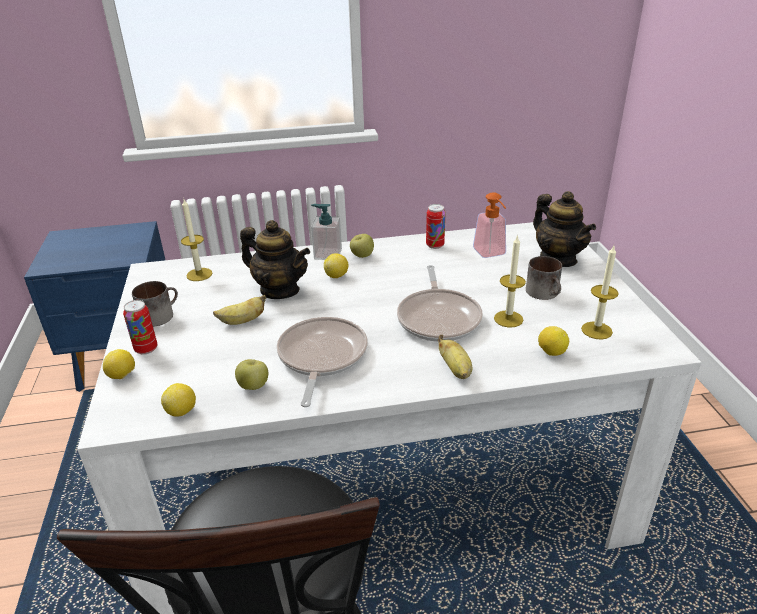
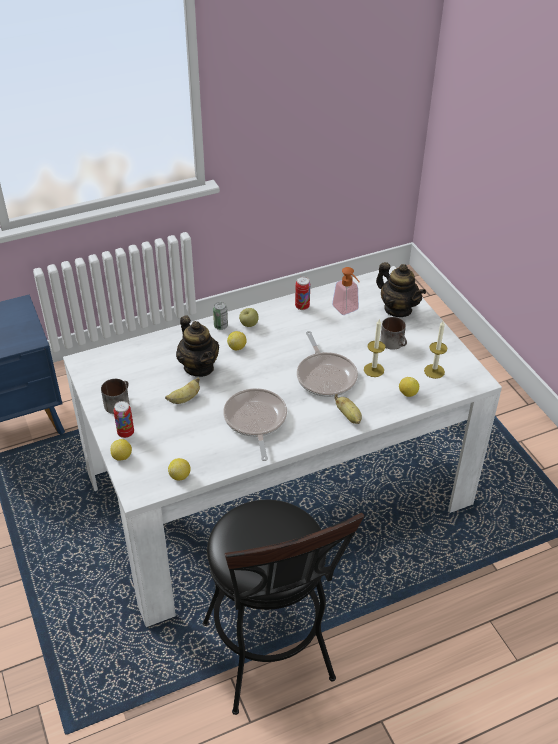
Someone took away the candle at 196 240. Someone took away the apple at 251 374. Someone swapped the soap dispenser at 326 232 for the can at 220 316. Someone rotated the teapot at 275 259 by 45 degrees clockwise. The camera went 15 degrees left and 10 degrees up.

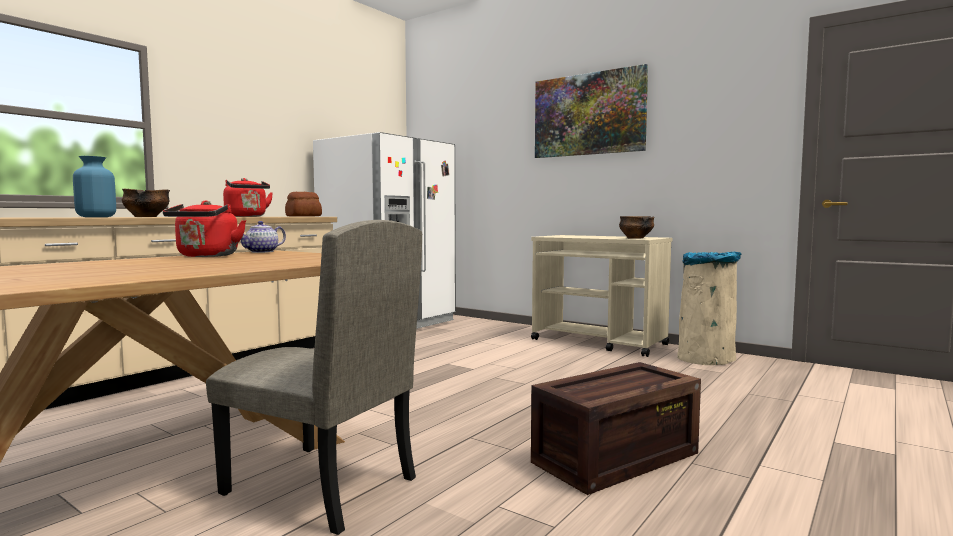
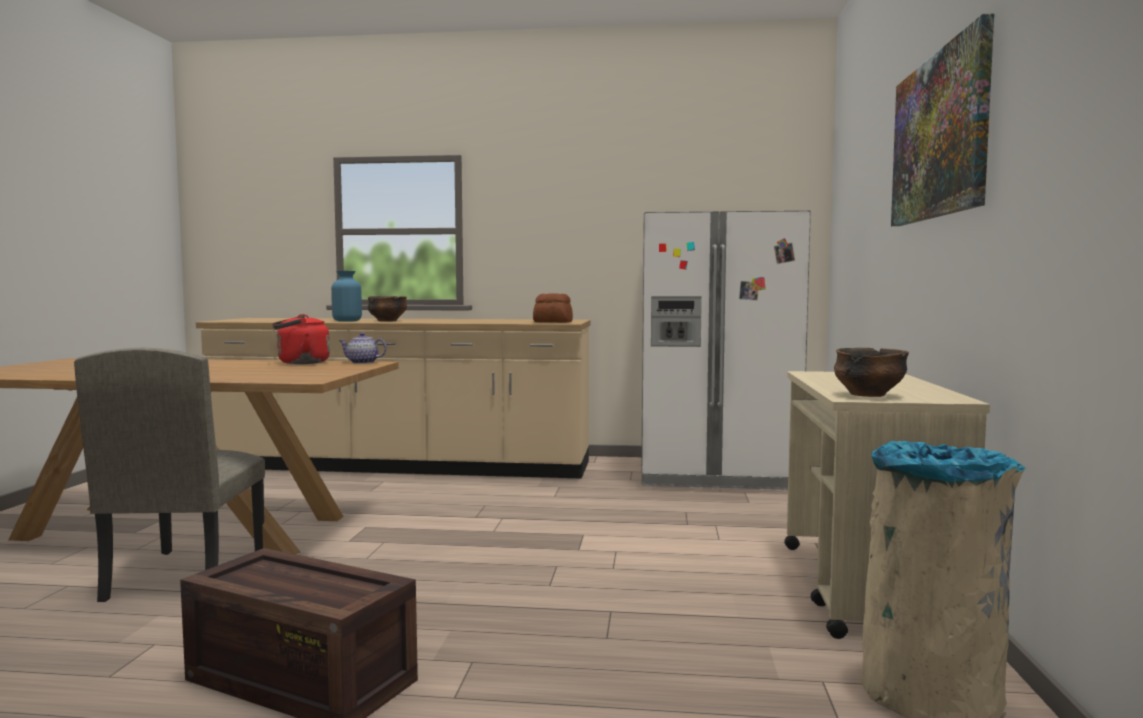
Someone took away the kettle (red) at 248 197. The camera went 60 degrees right and 0 degrees up.

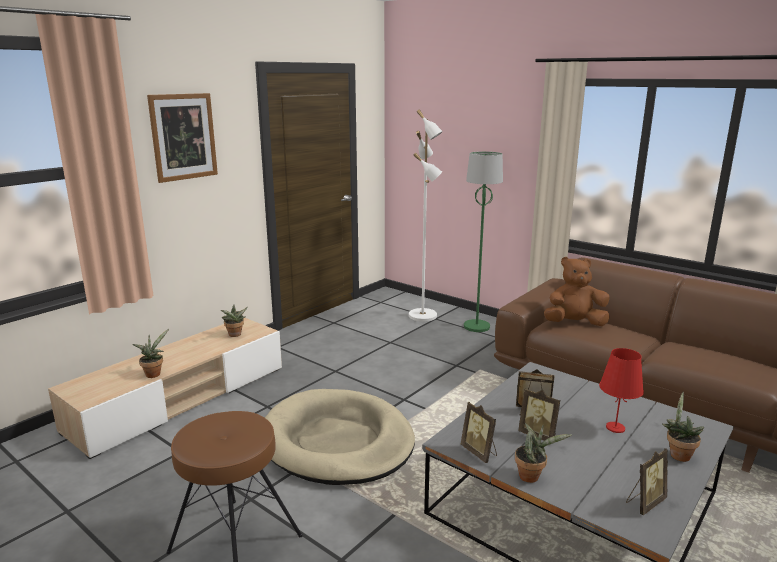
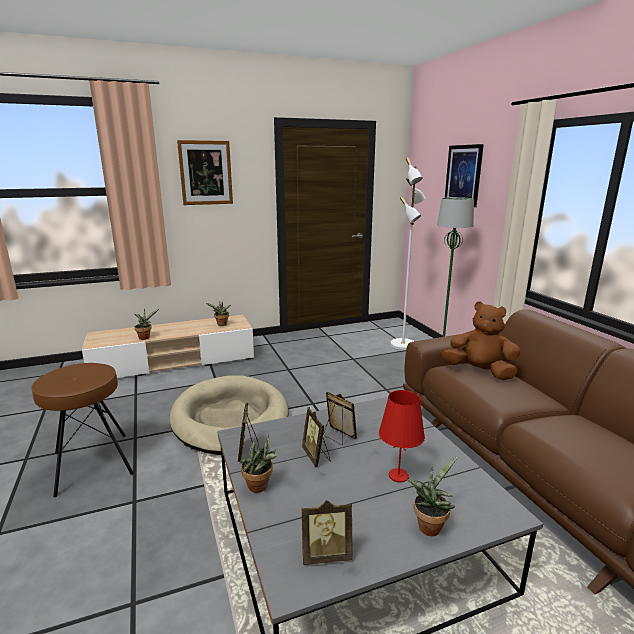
Someone put up the picture at 464 175. The camera went 30 degrees right and 0 degrees up.

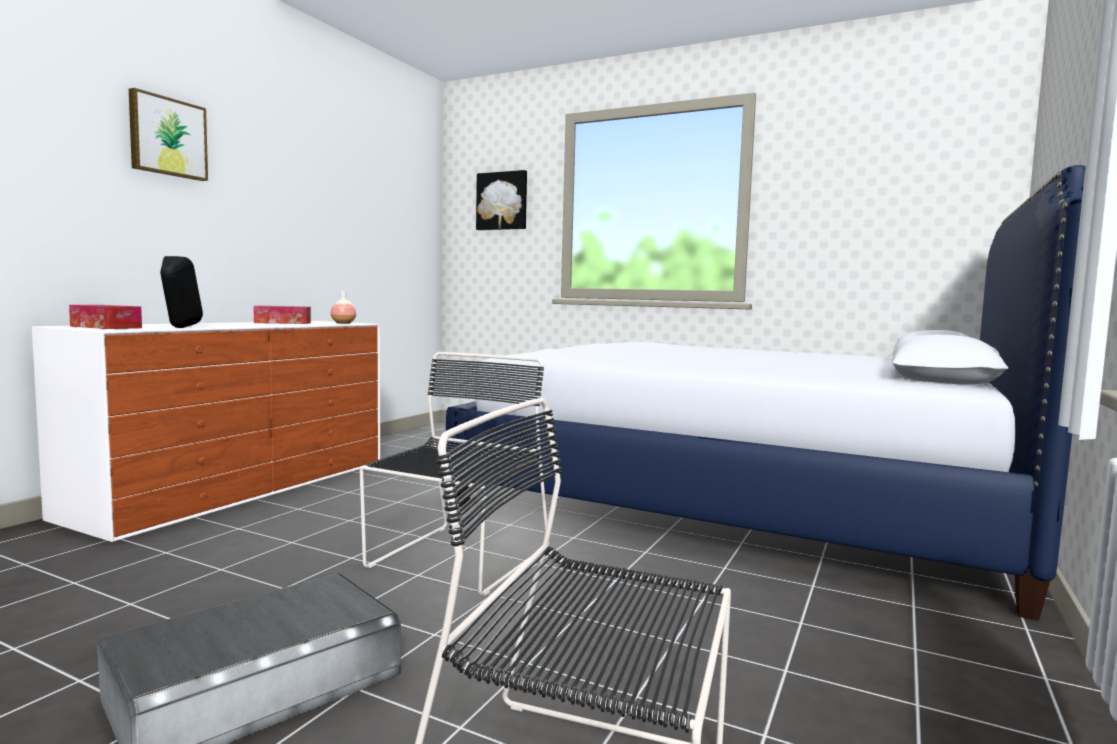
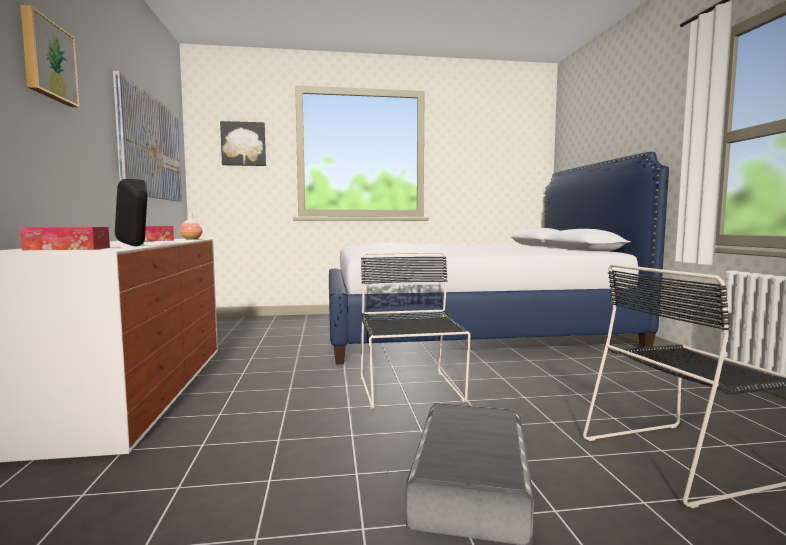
Someone put up the picture at 147 136. The camera went 35 degrees left and 0 degrees up.

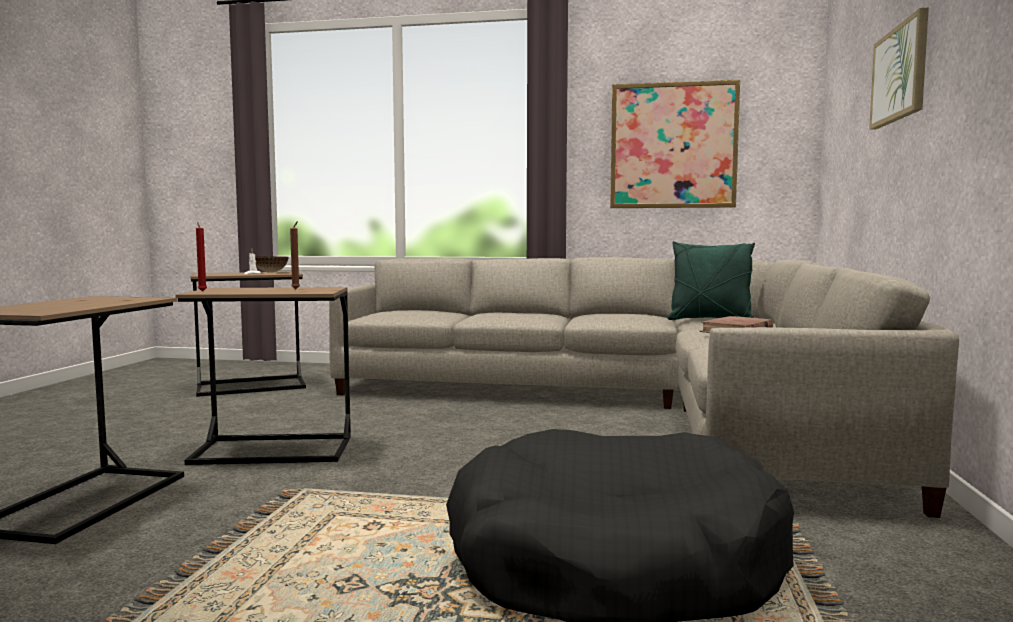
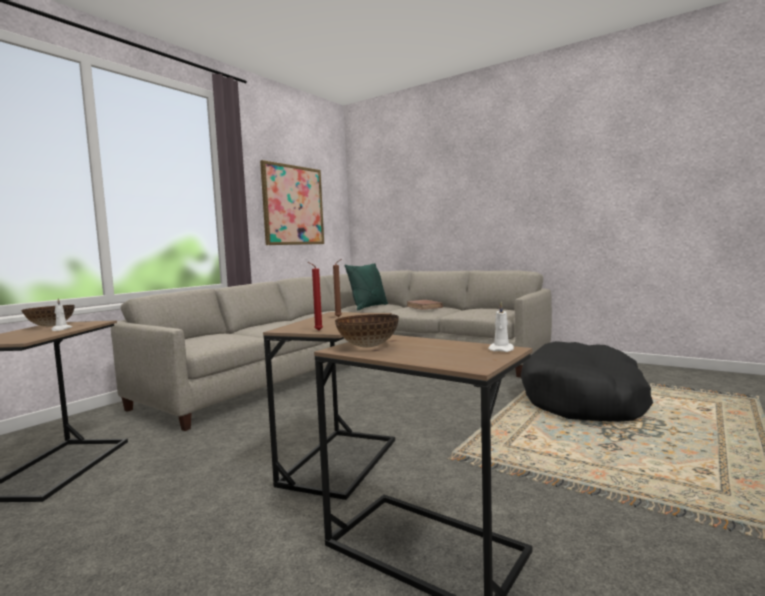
Someone took away the picture at 899 68. Someone put down the bowl at 367 331. Someone put down the candle (white) at 501 327. The camera went 65 degrees left and 0 degrees up.

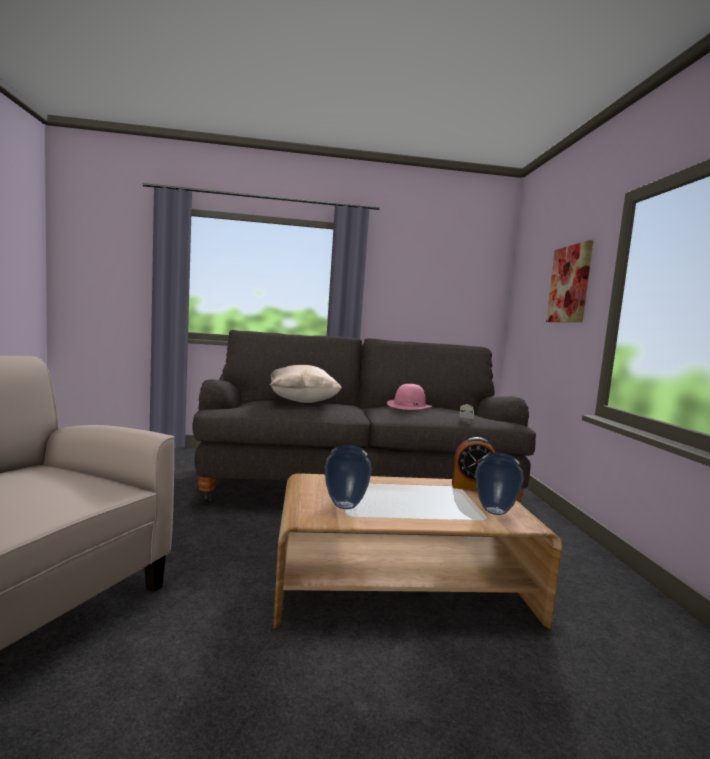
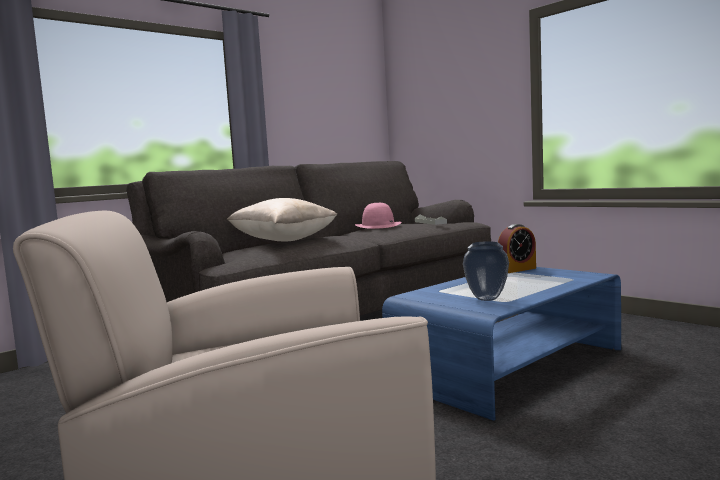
Someone took away the vase at 499 483. Someone took away the picture at 569 281. Someone repainted the coffee table (brown) at 417 551, which became the coffee table (blue) at 501 344. The camera went 35 degrees left and 0 degrees up.

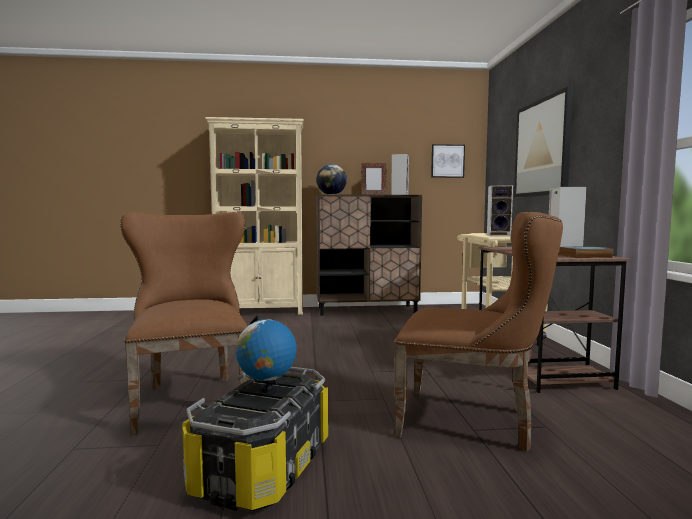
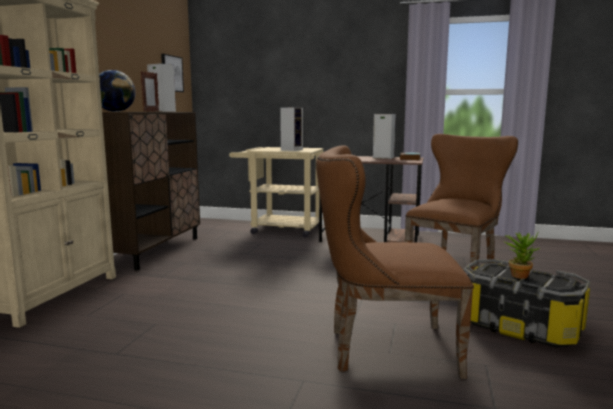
Someone took away the picture at 543 141. Someone swapped the globe at 266 356 for the potted plant at 522 255. The camera went 70 degrees left and 5 degrees up.

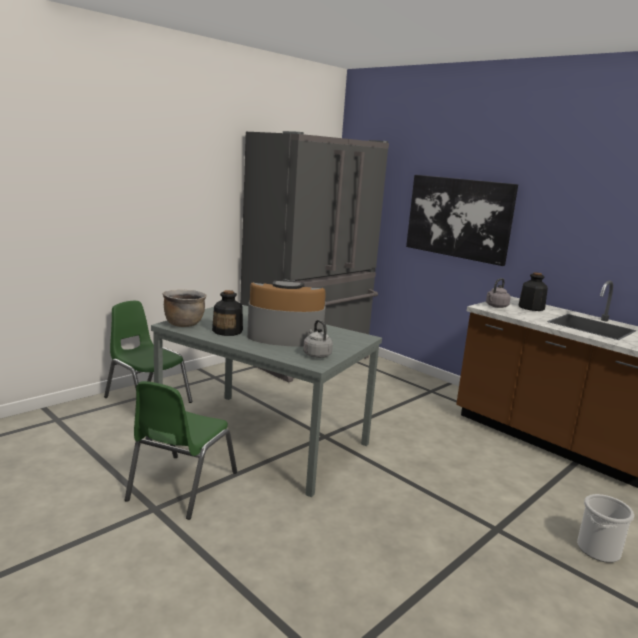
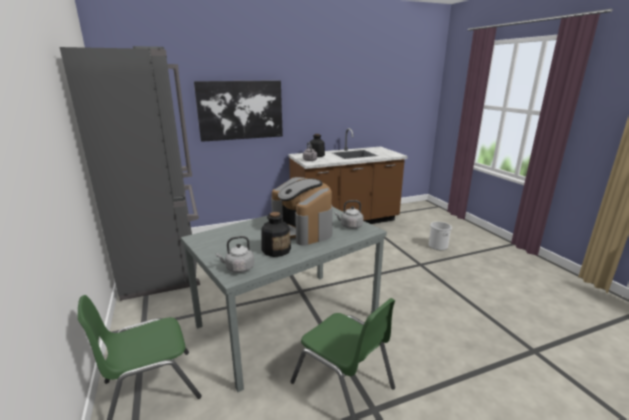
Someone swapped the cooking pot (brown) at 184 308 for the kettle (grey) at 235 254. Someone rotated the coffee machine at 286 314 by 60 degrees counterclockwise. The camera went 65 degrees left and 5 degrees up.

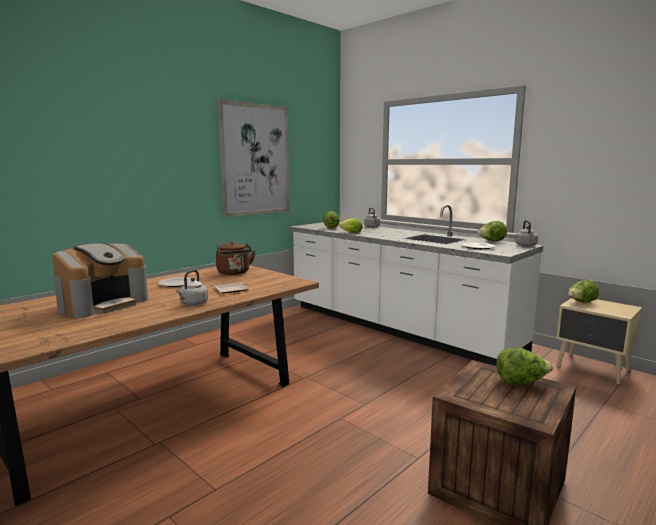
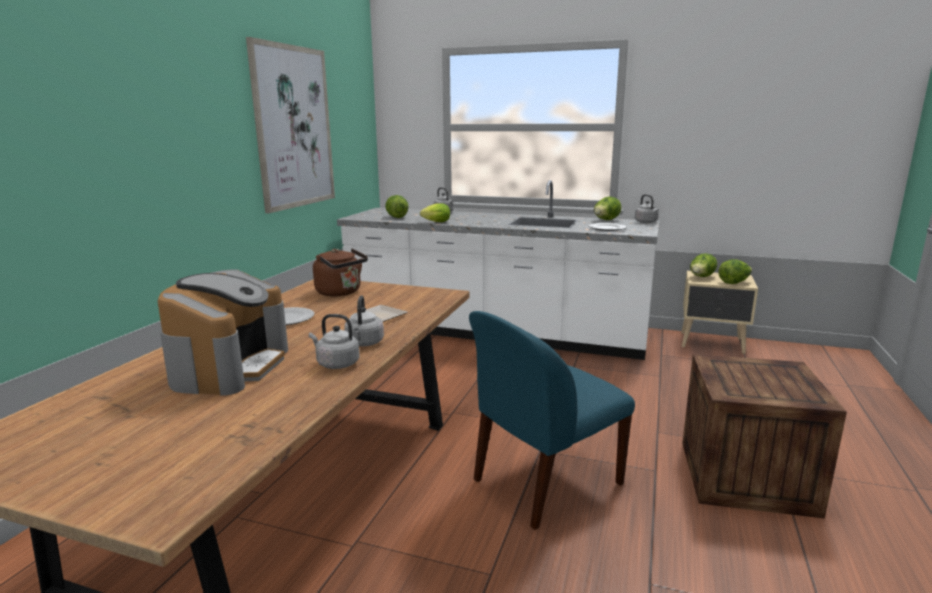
Someone put down the kettle (grey) at 334 341. Someone put down the chair (blue) at 552 420. Someone carried the lettuce from 524 366 to 735 271. The camera went 25 degrees left and 5 degrees up.

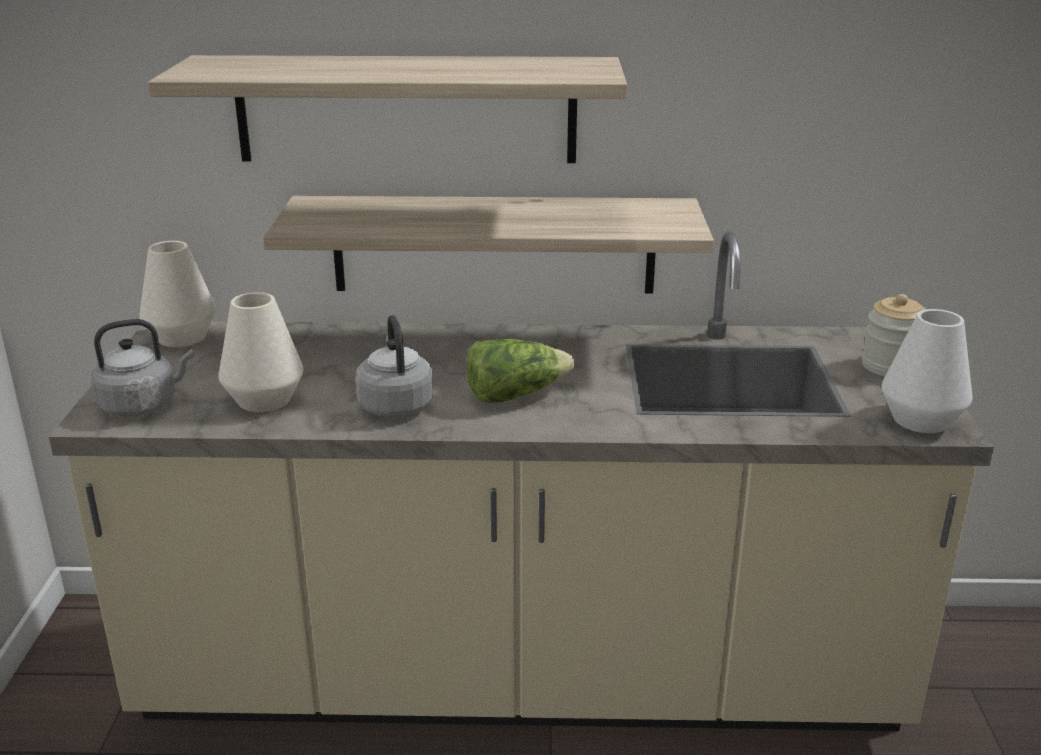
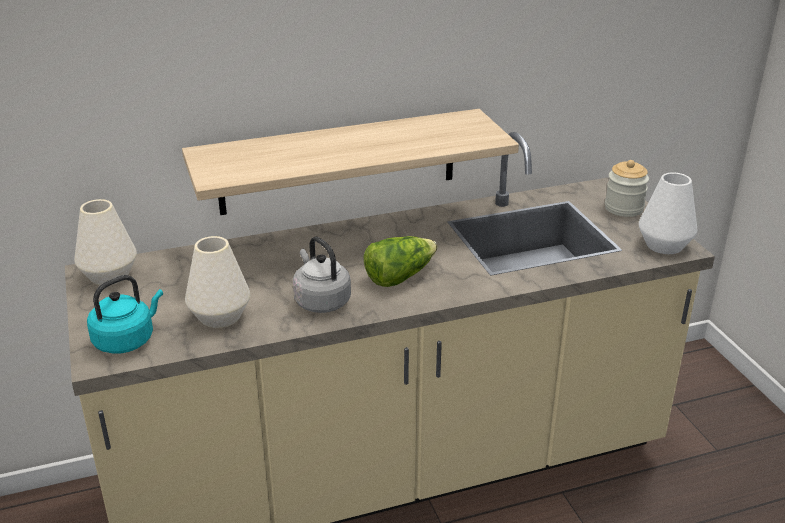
Someone took away the shelf at 387 109. Someone repainted the kettle (grey) at 142 368, which became the kettle (turquoise) at 125 314. The camera went 20 degrees left and 5 degrees up.

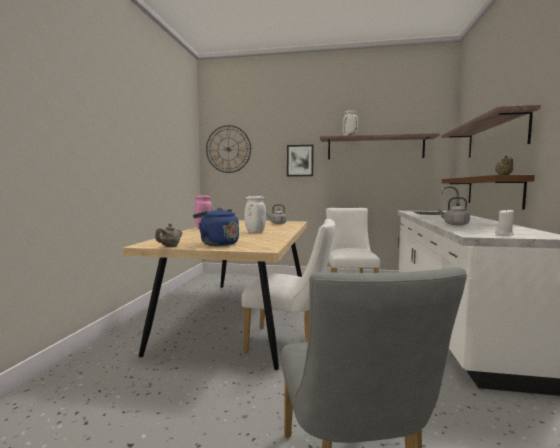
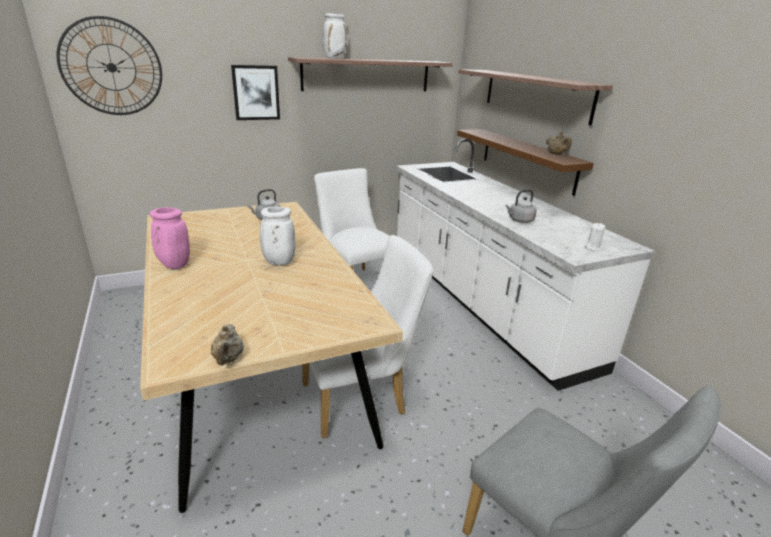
Someone took away the kettle (blue) at 216 227. The camera went 35 degrees left and 20 degrees up.

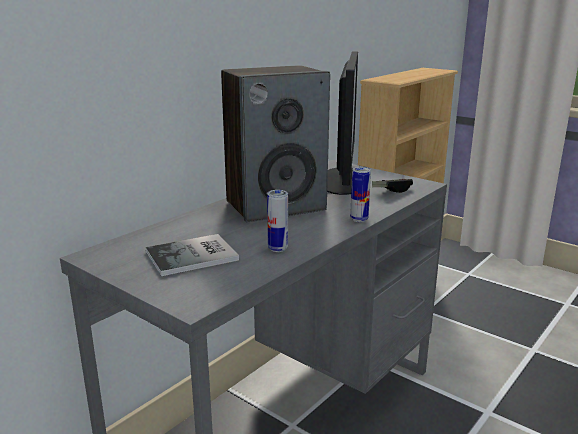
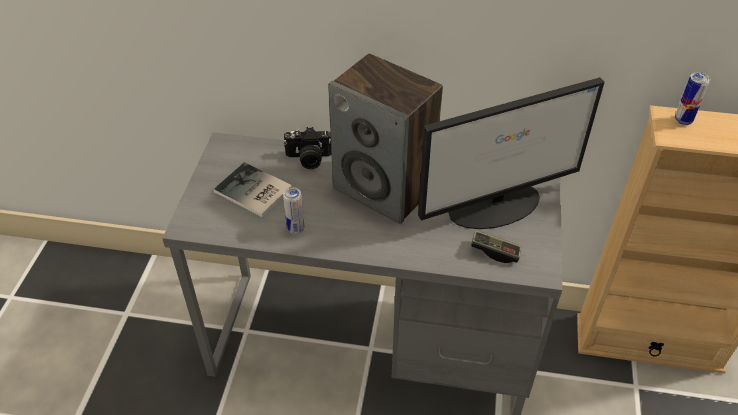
Someone put down the photo camera at 307 148. Someone carried the can from 360 194 to 692 98. The camera went 60 degrees right and 25 degrees up.

